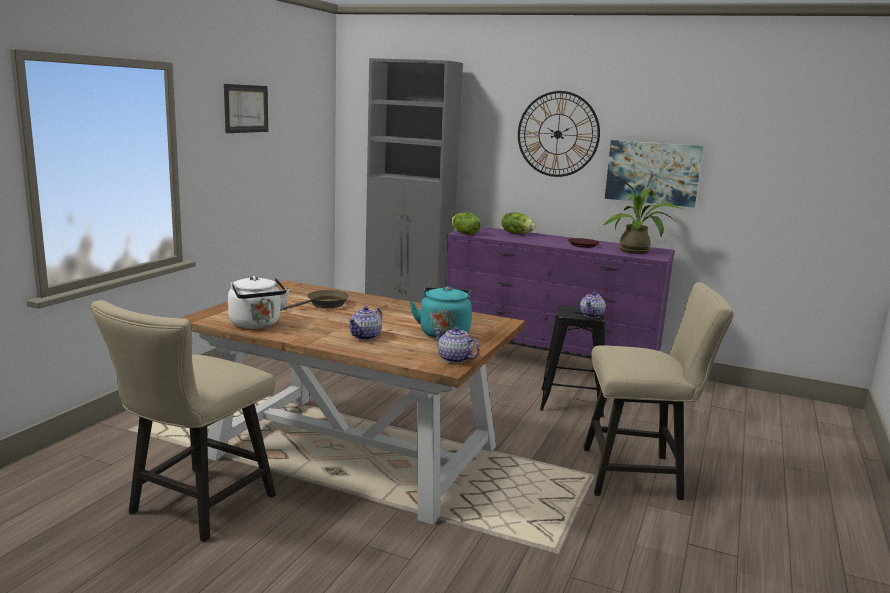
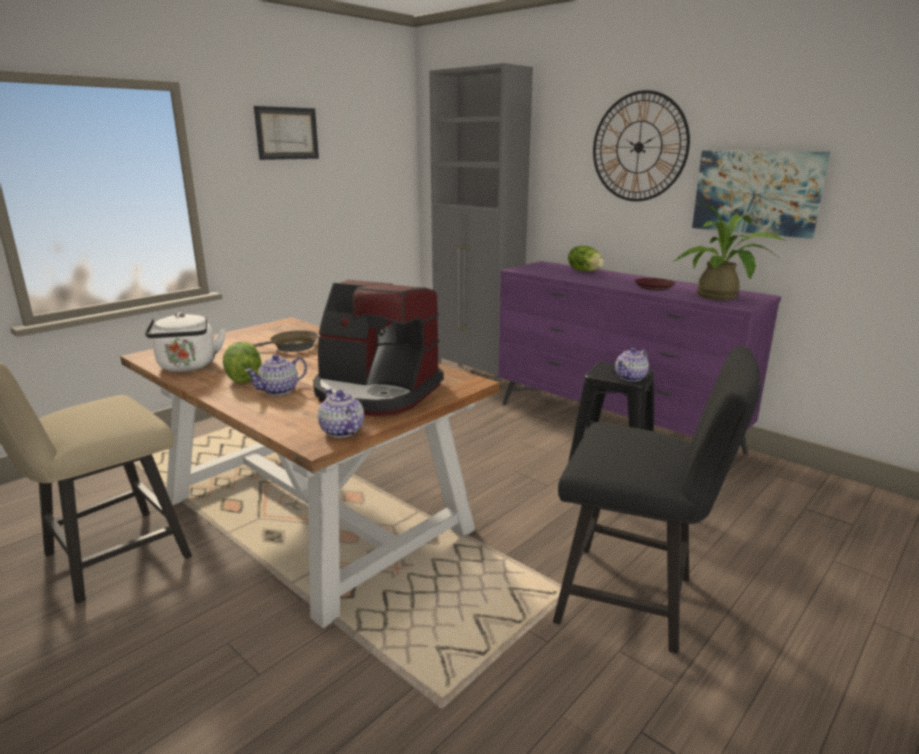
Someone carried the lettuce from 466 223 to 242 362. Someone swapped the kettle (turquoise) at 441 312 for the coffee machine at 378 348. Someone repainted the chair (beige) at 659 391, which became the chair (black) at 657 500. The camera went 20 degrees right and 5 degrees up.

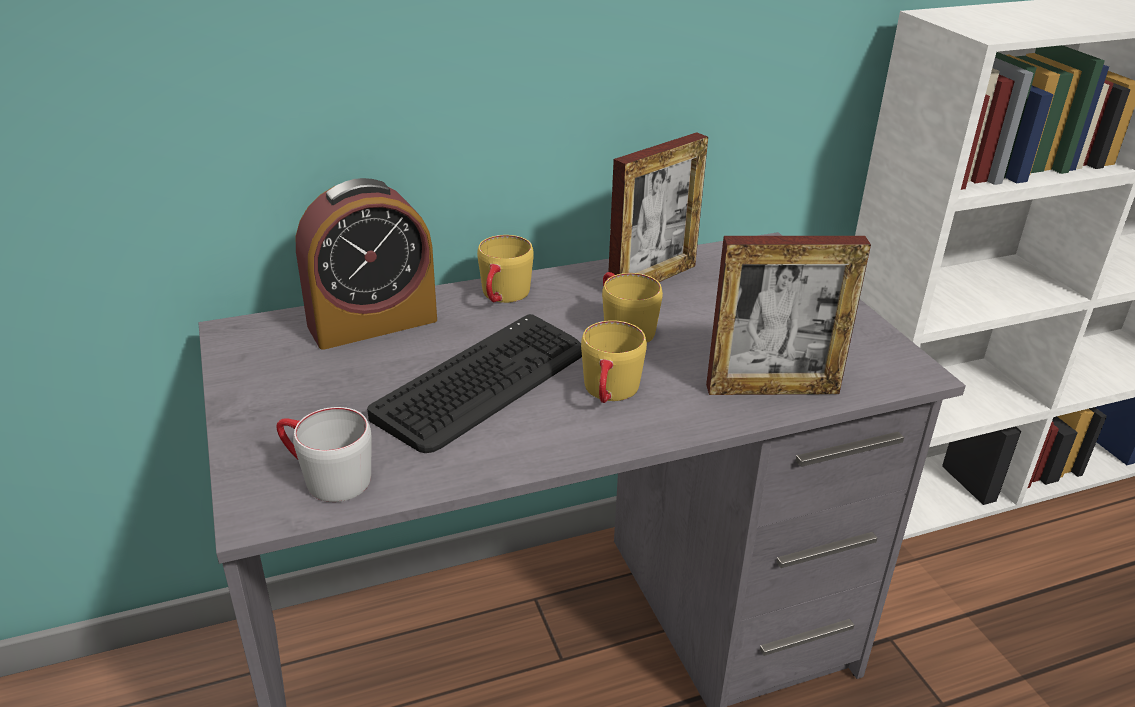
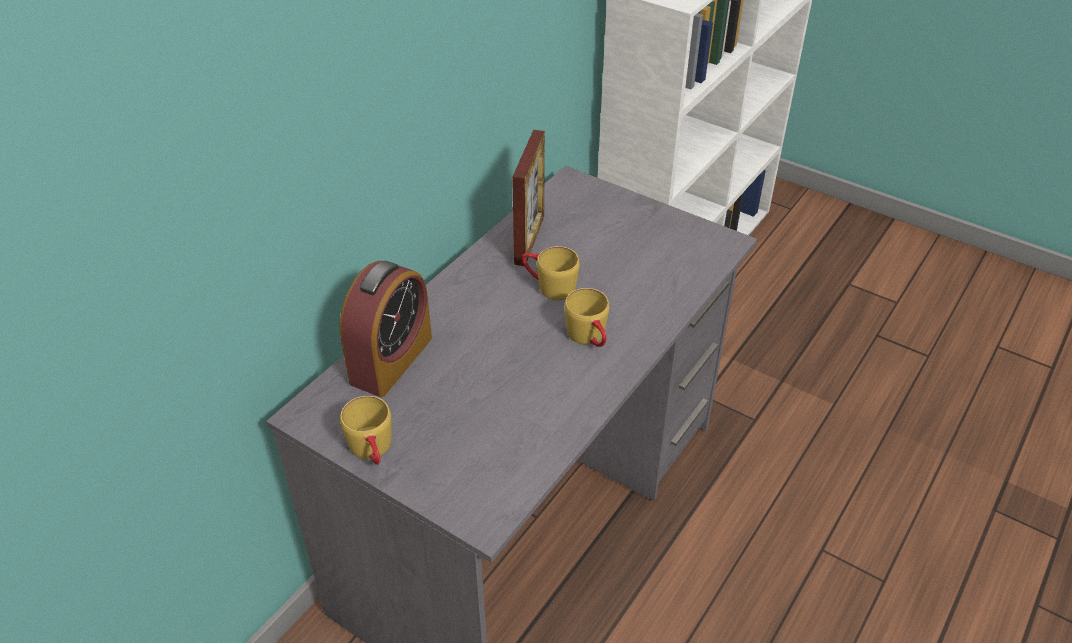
Someone took away the mug (grey) at 324 454. Someone took away the keyboard at 474 383. Someone took away the picture frame at 788 315. Someone carried the mug (yellow) from 505 269 to 365 430. The camera went 35 degrees left and 10 degrees up.

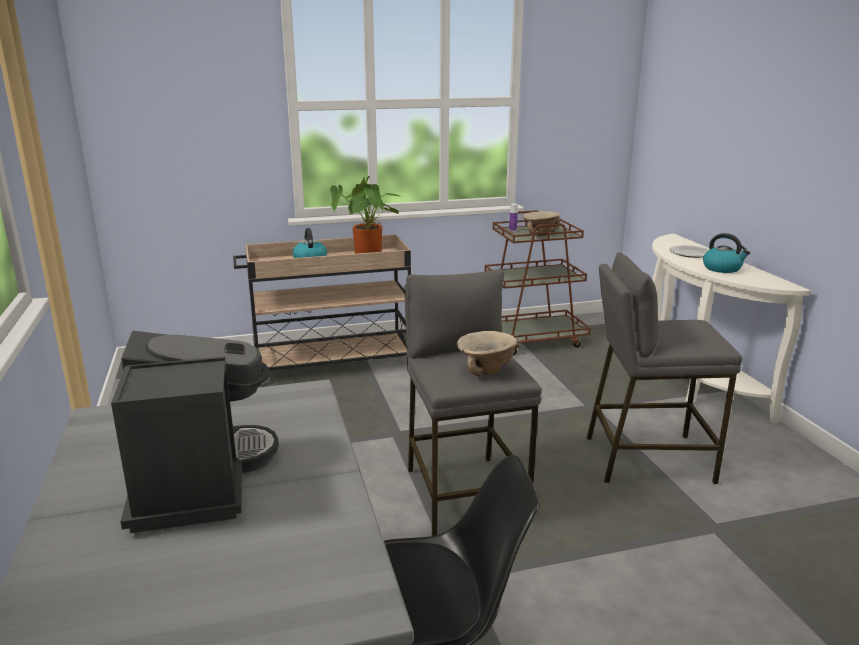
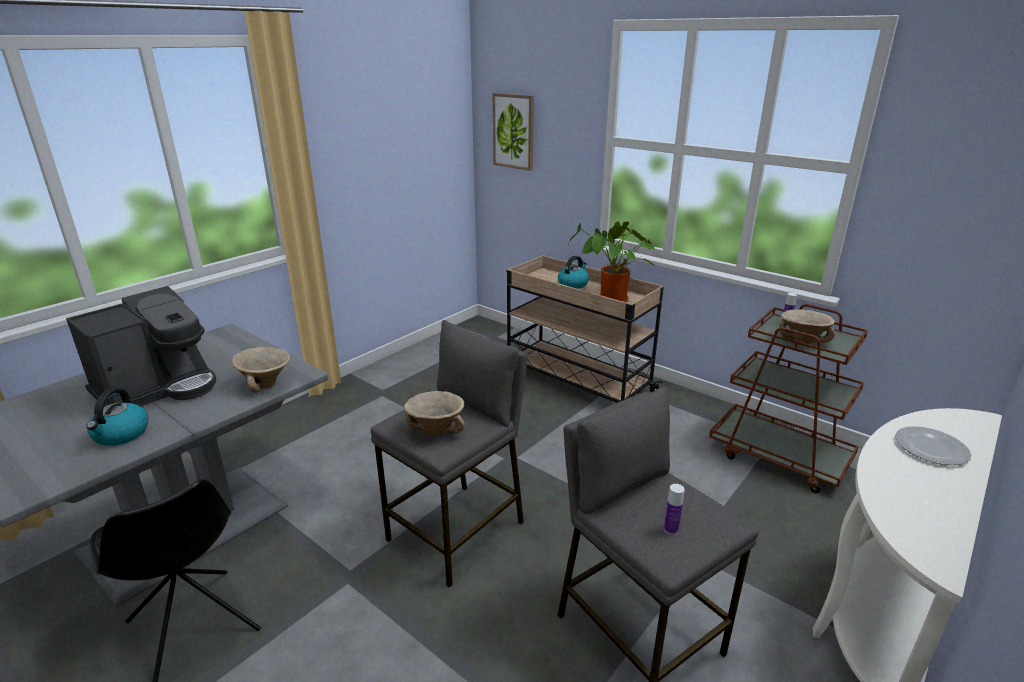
Someone put down the bowl (beige) at 261 370. Someone put up the picture at 513 132. Someone put down the bottle at 674 509. Someone carried the kettle from 727 253 to 117 417. The camera went 55 degrees right and 5 degrees up.

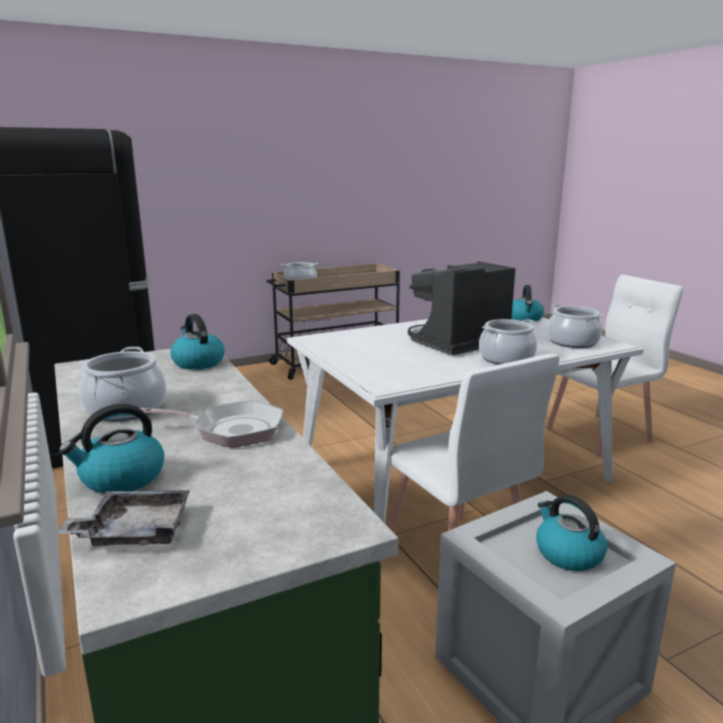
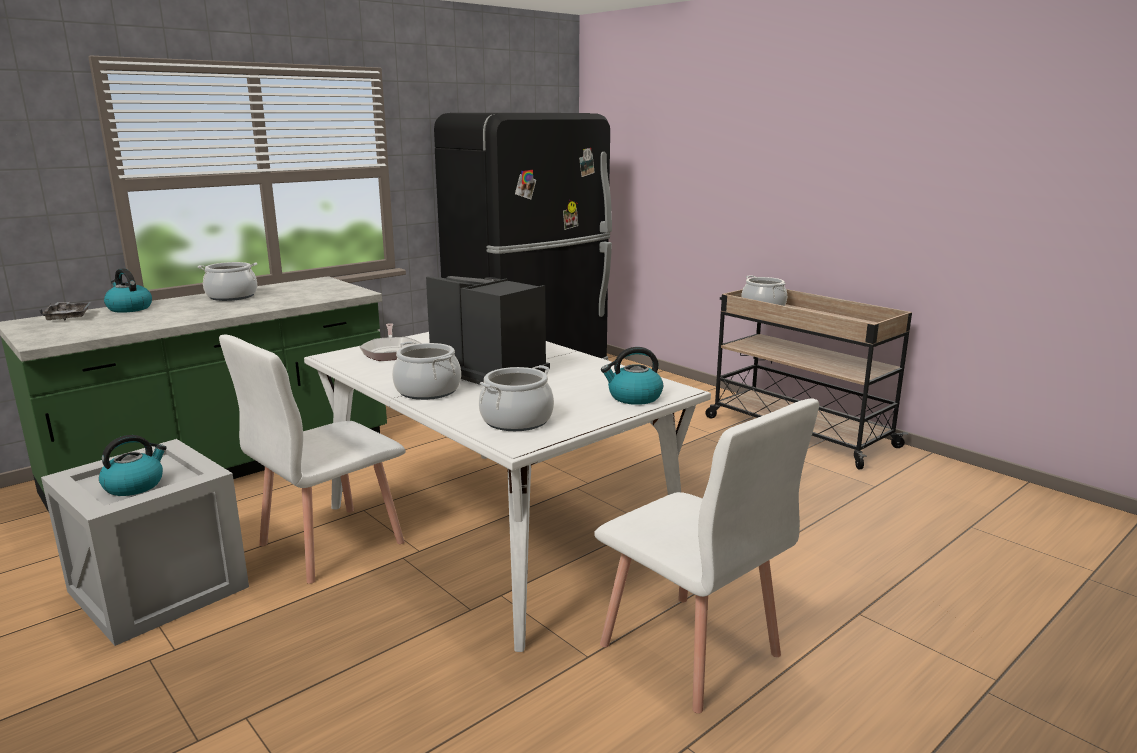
Someone took away the kettle at 197 342. Someone carried the frying pan from 211 424 to 390 342. The camera went 75 degrees right and 0 degrees up.

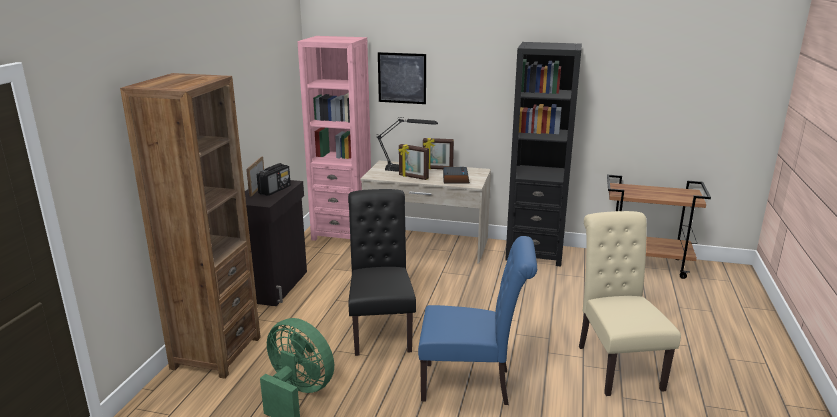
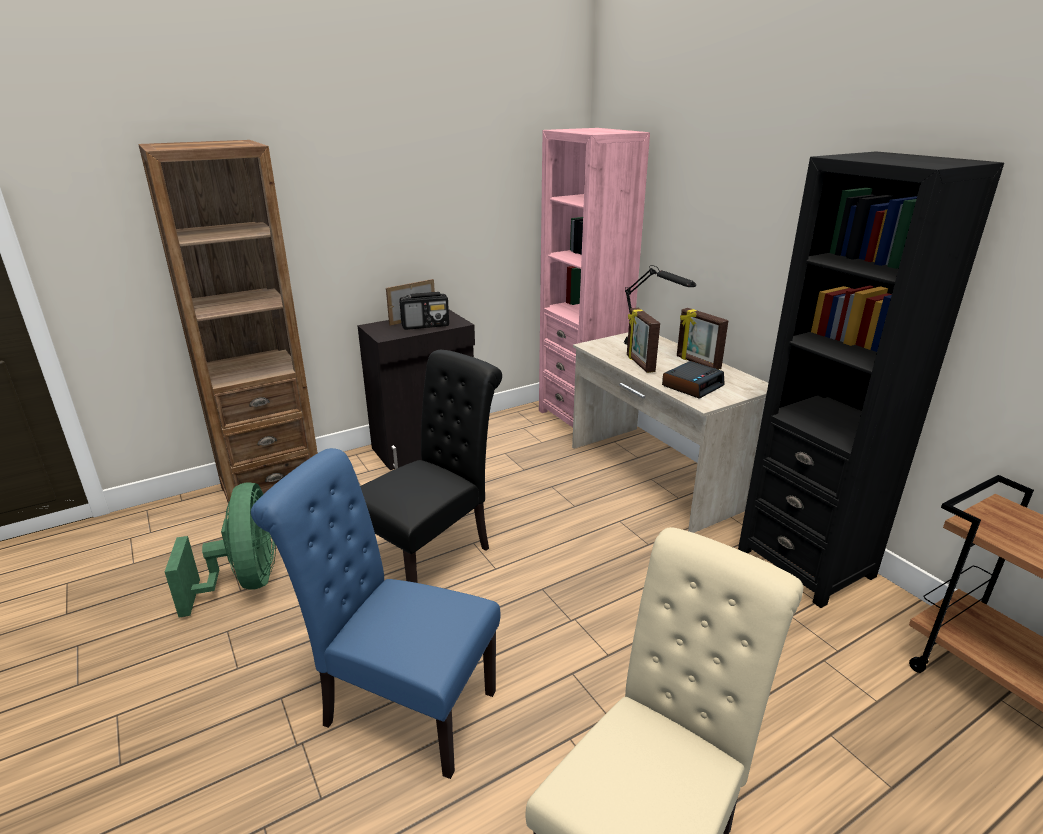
Someone took away the picture at 402 78. Someone rotated the chair (blue) at 477 320 by 150 degrees clockwise. The camera went 45 degrees right and 5 degrees up.

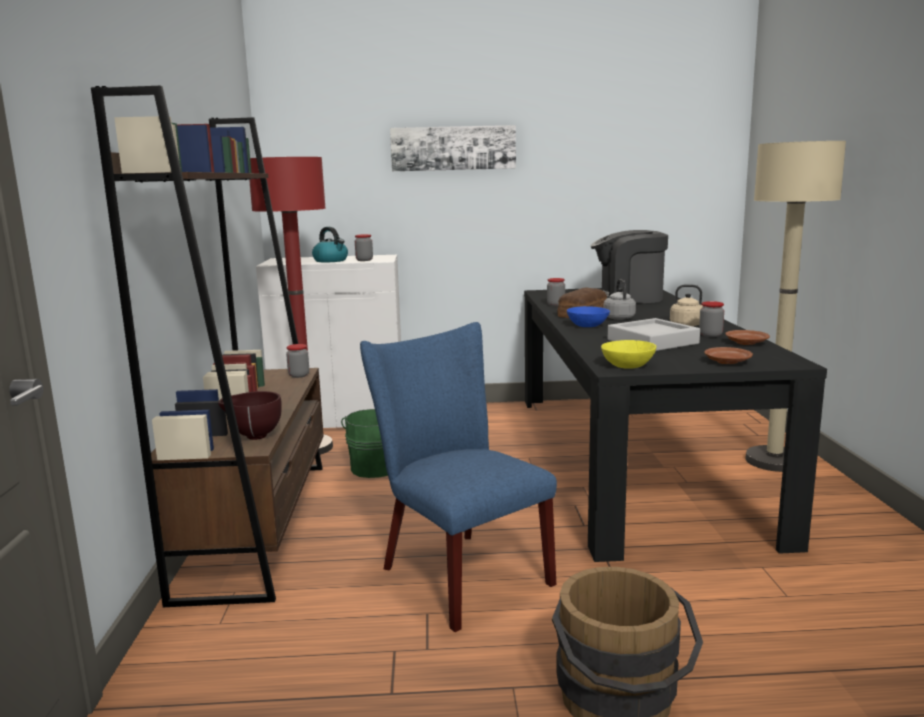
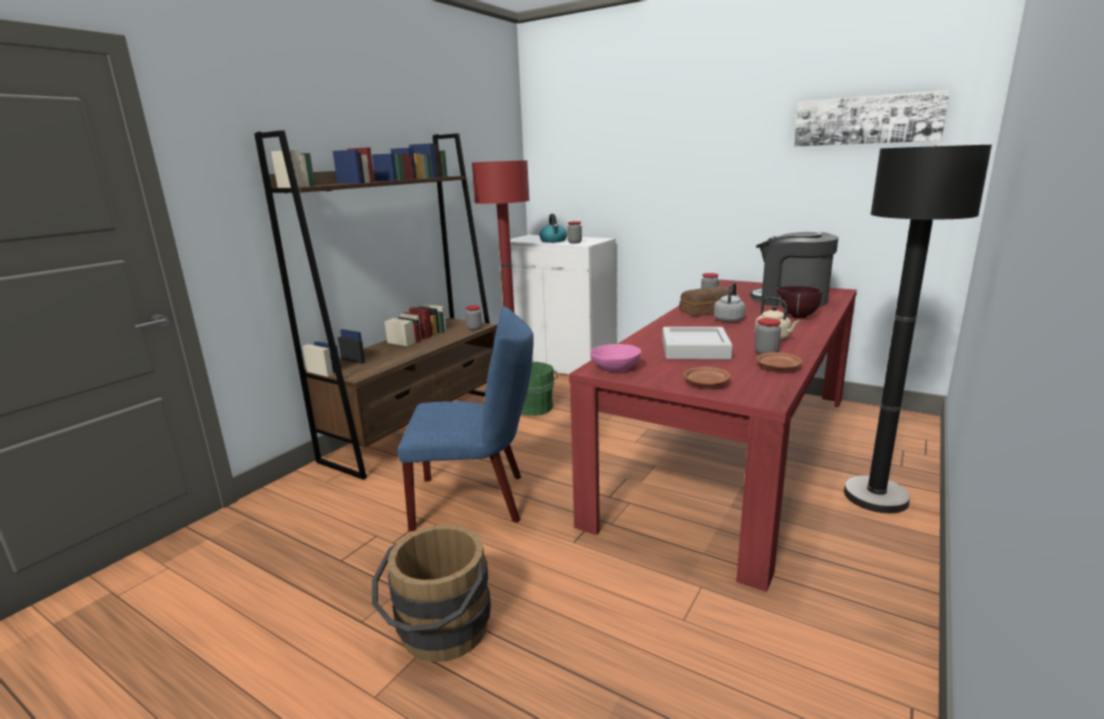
Someone took away the bowl (blue) at 588 316. Someone carried the bowl (brown) from 250 415 to 799 302. Someone carried the picture from 453 148 to 872 118. Someone repainted the dining table (black) at 675 425, which became the dining table (red) at 713 436. Someone repainted the bowl (yellow) at 628 354, which became the bowl (pink) at 615 358. Someone repainted the floor lamp (beige) at 795 306, which became the floor lamp (black) at 918 329. Someone rotated the chair (blue) at 458 477 by 90 degrees clockwise. The camera went 35 degrees right and 5 degrees up.

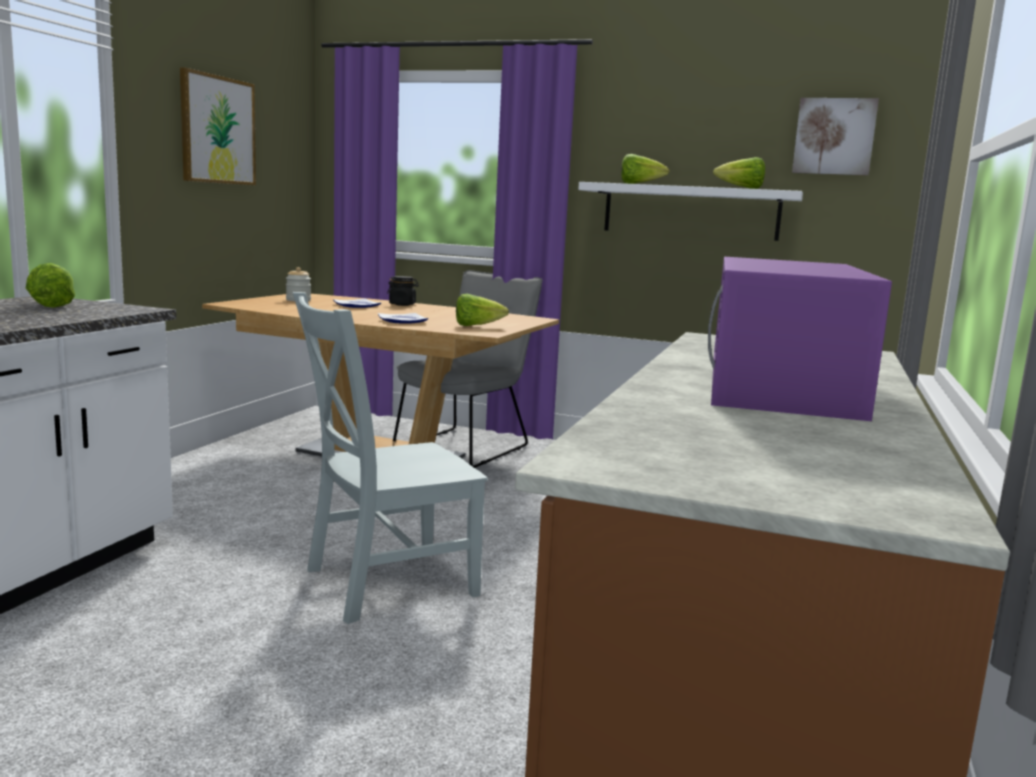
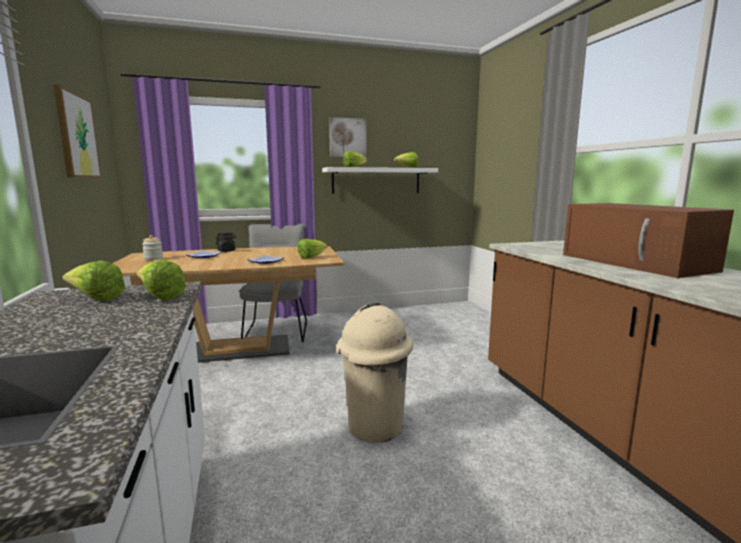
Someone put down the lettuce at 161 280. Someone carried the picture from 835 137 to 348 137. Someone swapped the chair (grey) at 390 458 for the trash can (beige) at 374 373. Someone repainted the microwave (purple) at 800 339, which became the microwave (brown) at 648 240. The camera went 35 degrees left and 0 degrees up.

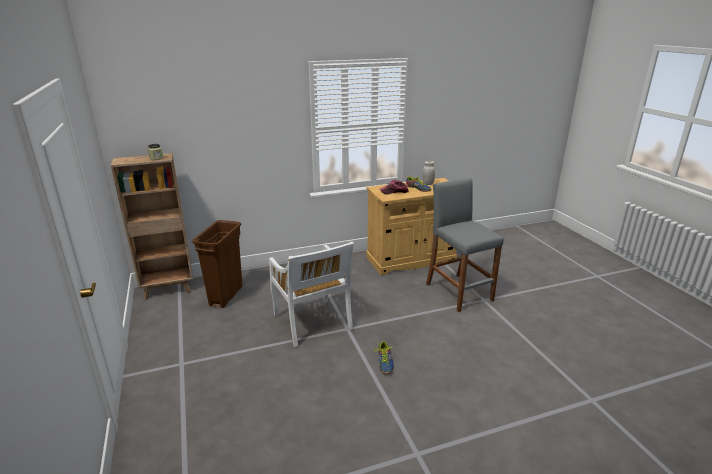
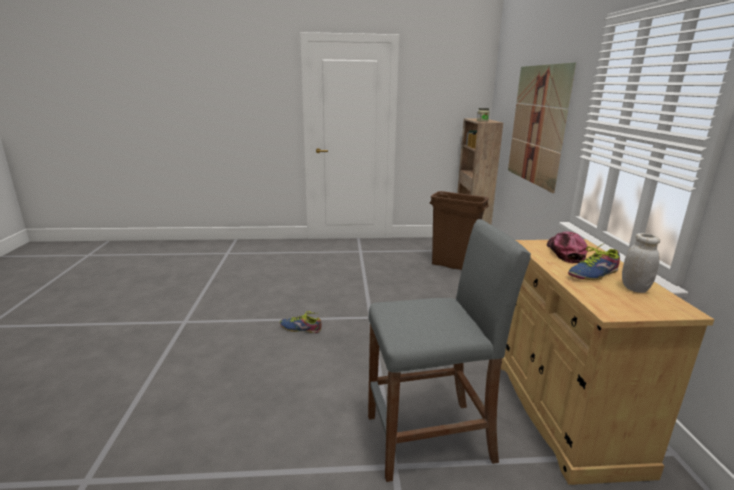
Someone took away the chair (white) at 311 294. Someone put up the picture at 542 127. The camera went 105 degrees right and 5 degrees down.

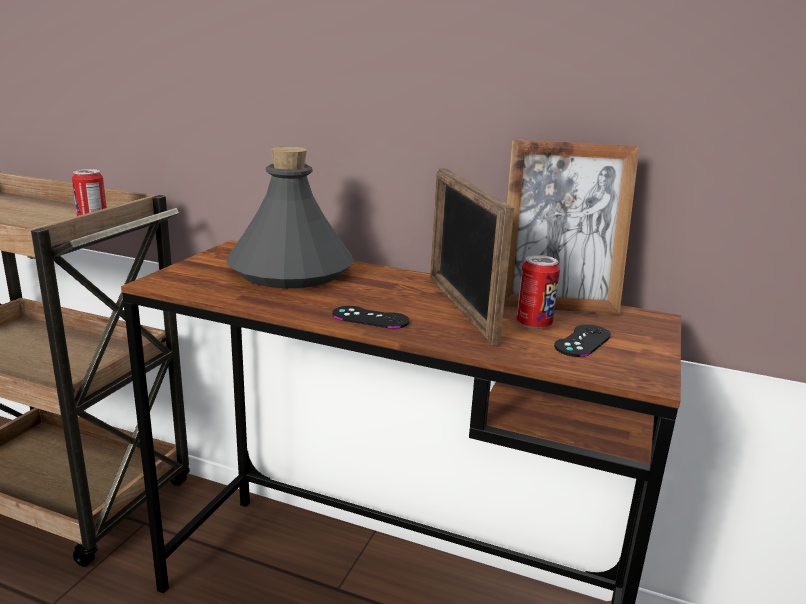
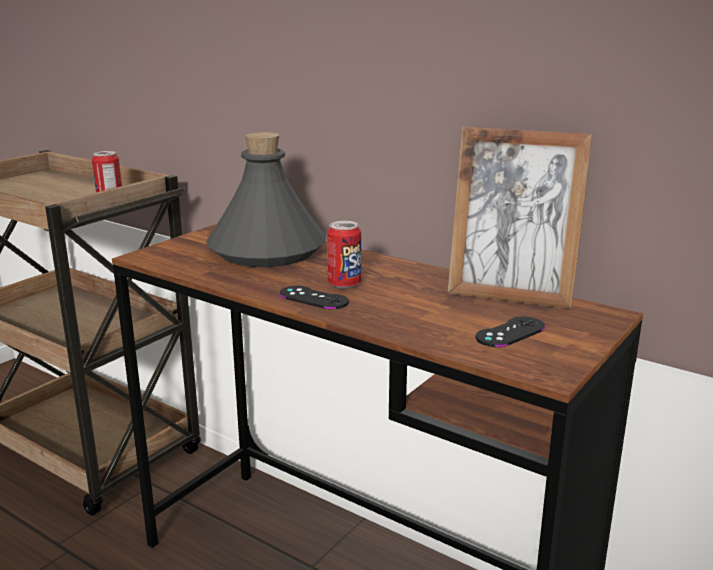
Someone took away the picture frame at 472 256. Someone carried the can from 538 292 to 344 255. The camera went 15 degrees right and 0 degrees up.

